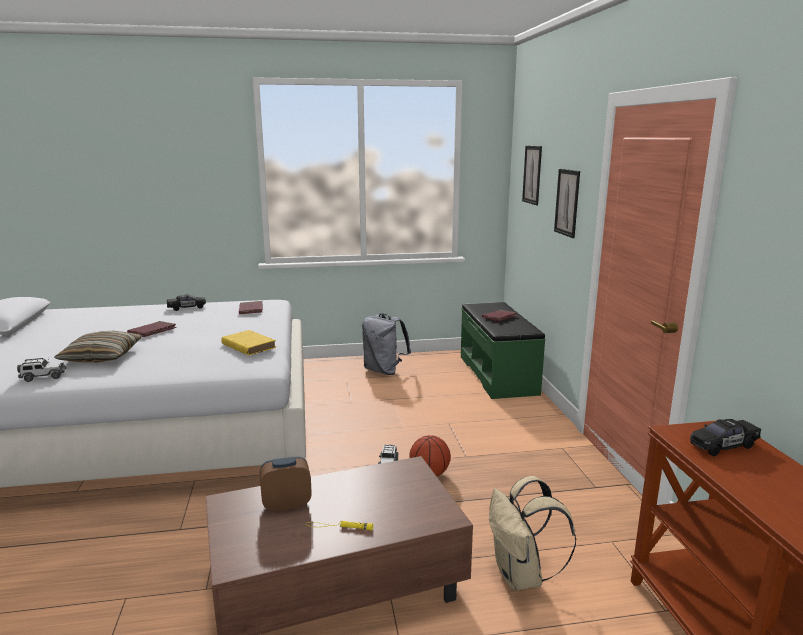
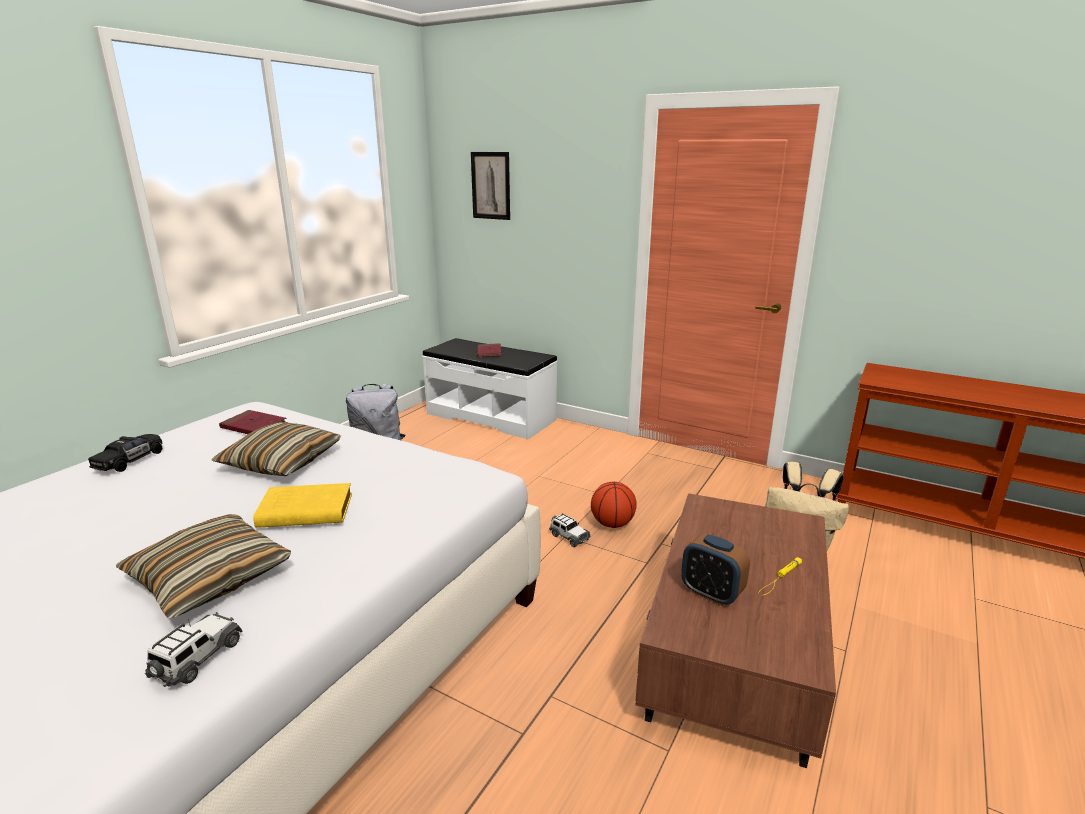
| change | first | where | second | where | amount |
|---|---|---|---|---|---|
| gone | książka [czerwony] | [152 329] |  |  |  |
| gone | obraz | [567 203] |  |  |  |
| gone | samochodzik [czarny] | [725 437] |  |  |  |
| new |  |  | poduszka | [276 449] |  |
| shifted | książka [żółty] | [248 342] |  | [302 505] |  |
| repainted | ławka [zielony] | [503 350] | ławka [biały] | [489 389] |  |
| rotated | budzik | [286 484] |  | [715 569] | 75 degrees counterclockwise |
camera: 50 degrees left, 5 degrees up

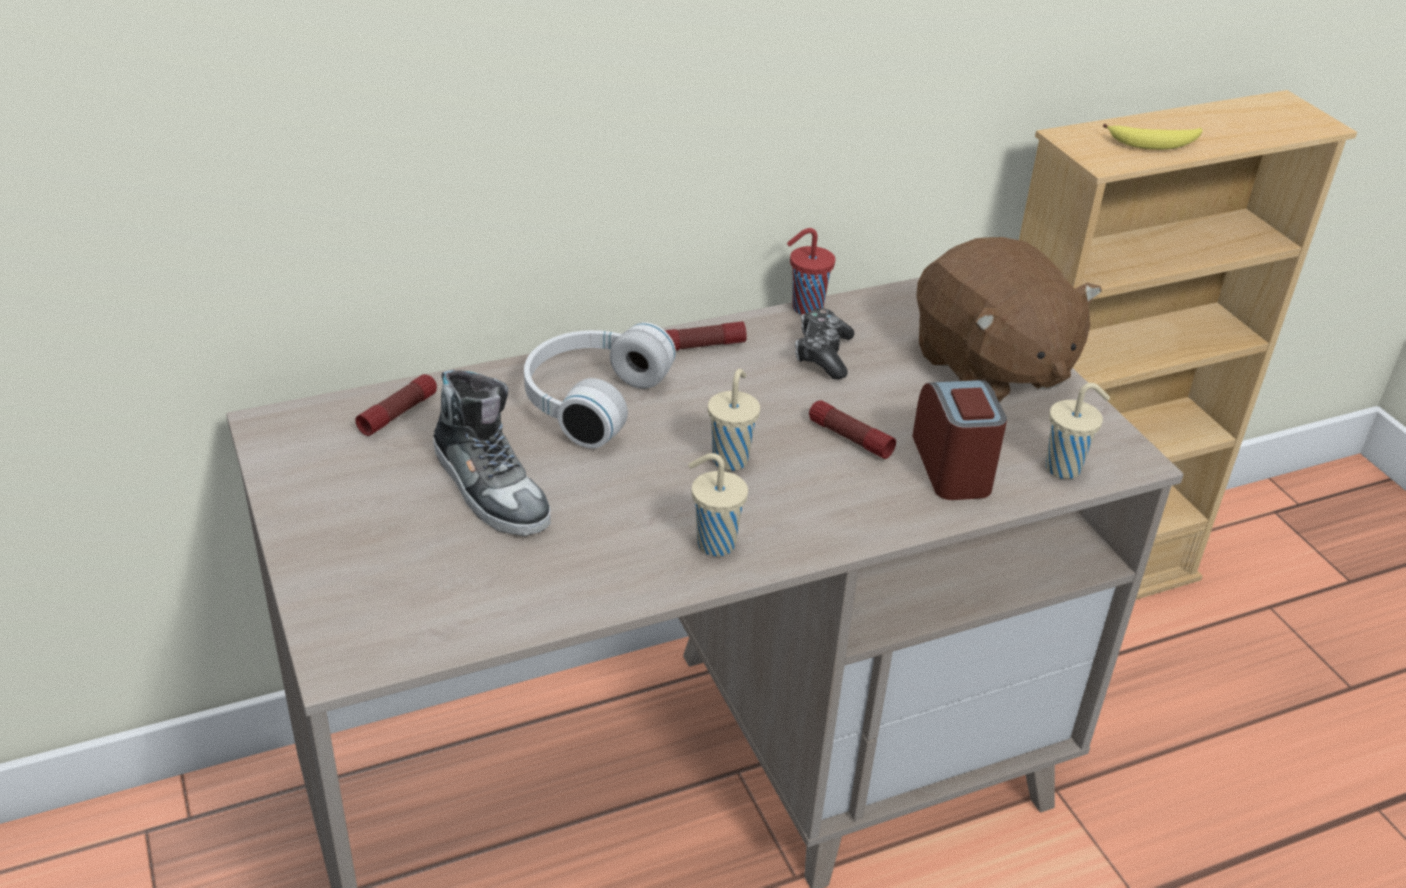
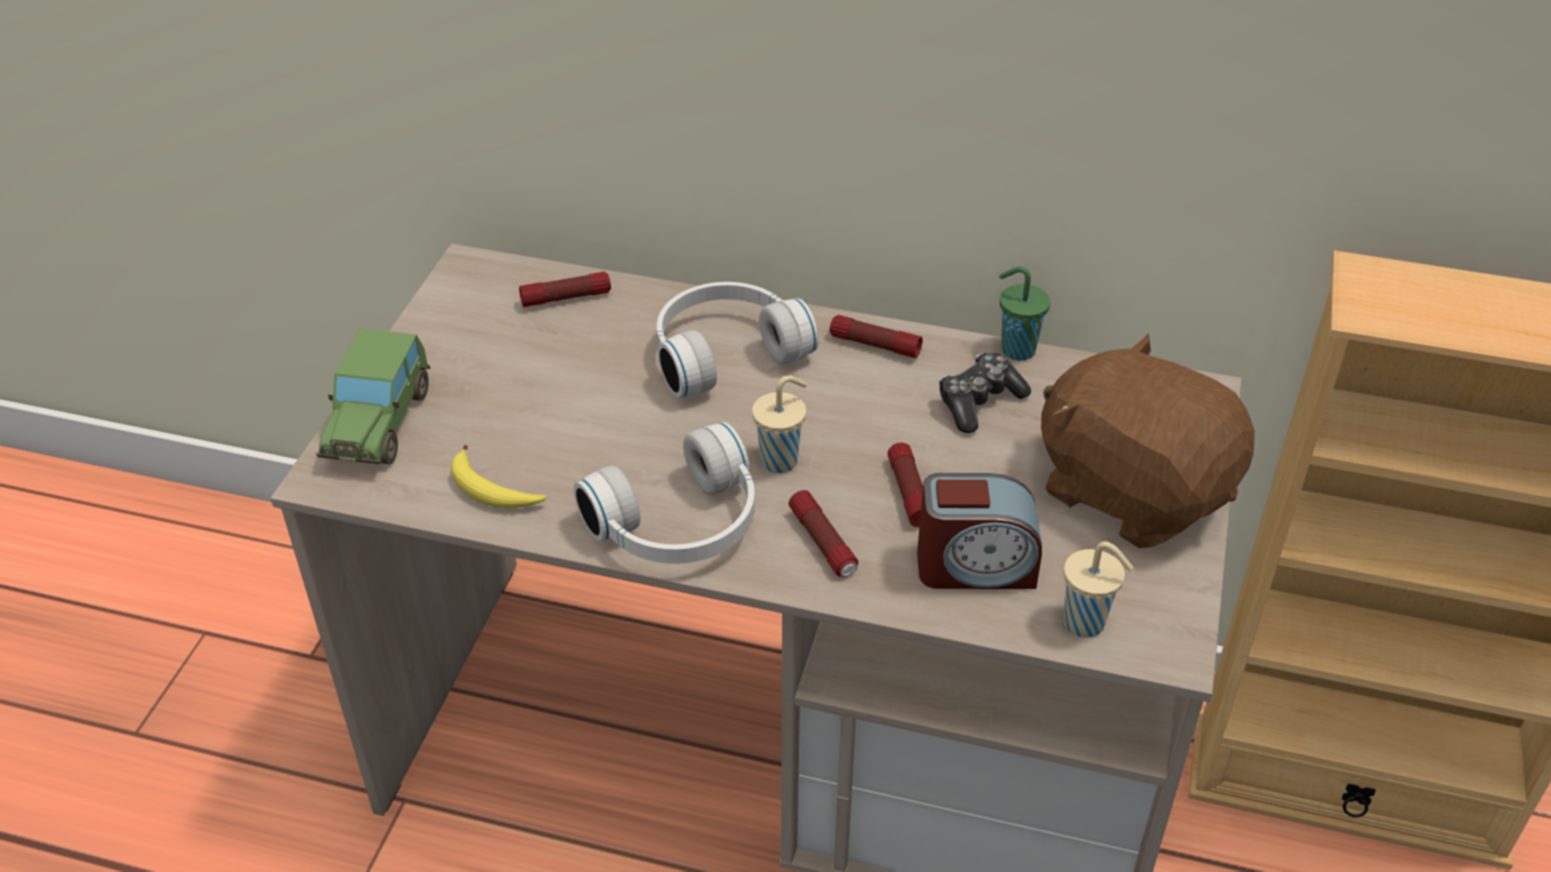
| change | first | where | second | where | amount |
|---|---|---|---|---|---|
| gone | but | [492 453] |  |  |  |
| new |  |  | samochodzik | [373 396] |  |
| new |  |  | latarka | [823 533] |  |
| shifted | banan | [1153 137] |  | [498 476] |  |
| swapped | filiżanka [beżowy] | [718 504] | słuchawki [biały] | [664 493] |  |
| repainted | filiżanka [czerwony] | [811 271] | filiżanka [zielony] | [1024 314] |  |
| rotated | budzik | [959 440] |  | [979 531] | 60 degrees clockwise |
| rotated | pluszak [brązowy] | [1009 319] |  | [1148 440] | 120 degrees clockwise |
camera: 40 degrees right, 5 degrees up

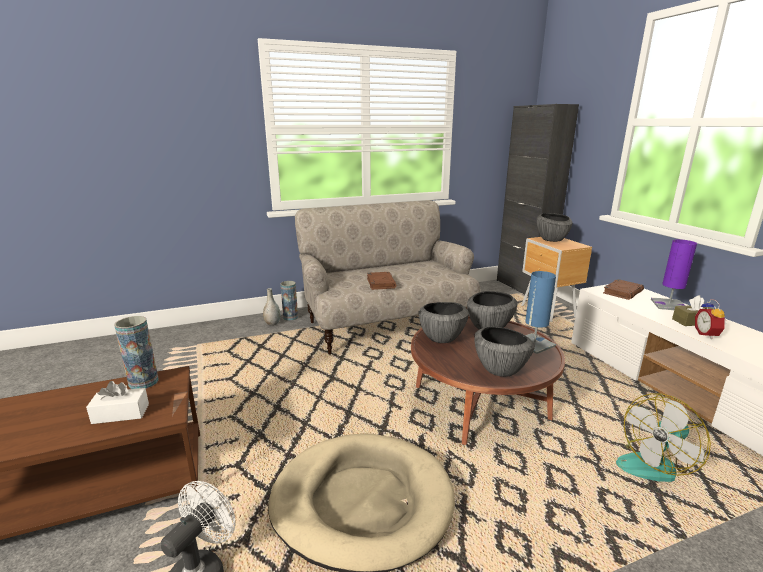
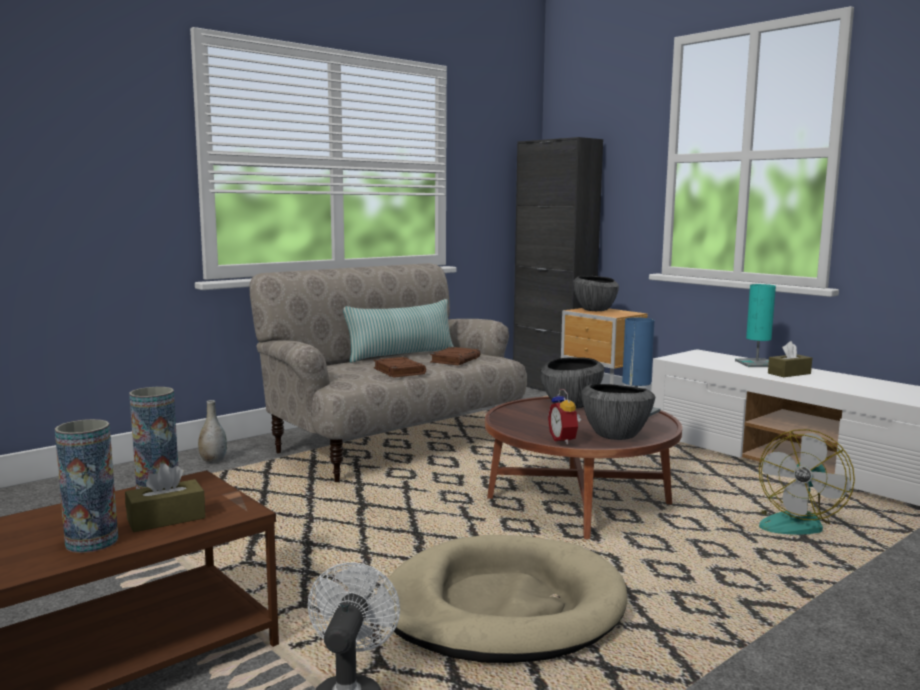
| change | first | where | second | where | amount |
|---|---|---|---|---|---|
| gone | miska | [444 322] |  |  |  |
| new |  |  | poduszka | [398 331] |  |
| shifted | wazon | [289 301] |  | [86 486] |  |
| shifted | książka [brązowy] | [623 289] |  | [455 356] |  |
| shifted | budzik | [710 319] |  | [564 417] |  |
| repainted | pudełko chusteczek [biały] | [117 402] | pudełko chusteczek [brązowy] | [165 497] |  |
| repainted | lampa stołowa [fioletowy] | [674 274] | lampa stołowa [turkusowy] | [755 325] |  |
camera: 20 degrees left, 10 degrees down

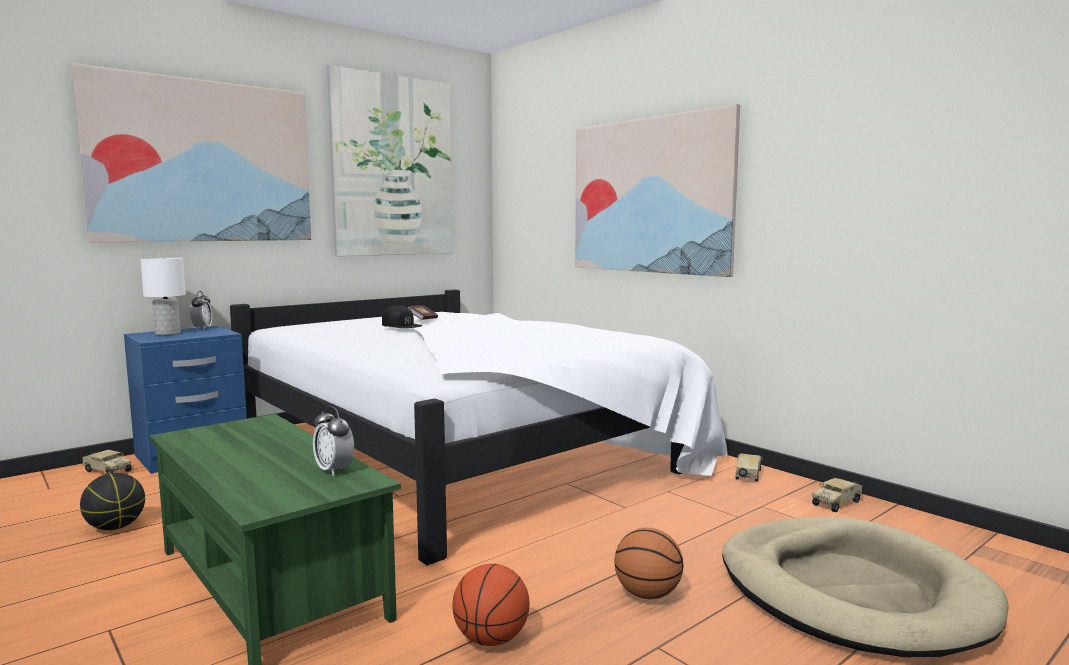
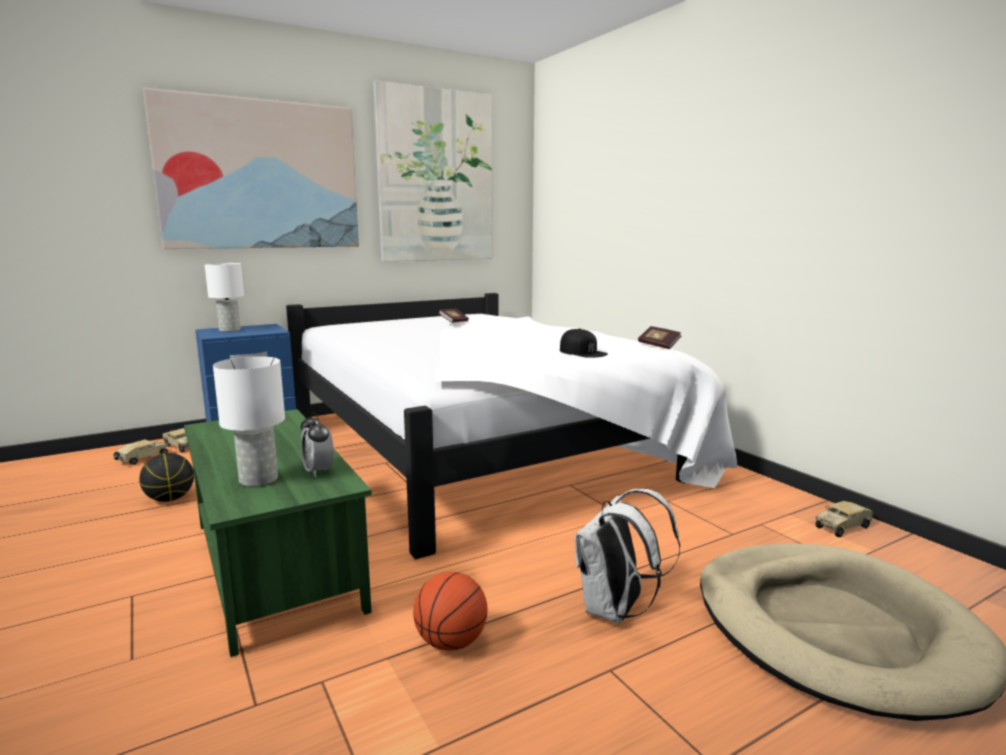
| change | first | where | second | where | amount |
|---|---|---|---|---|---|
| gone | budzik | [201 310] |  |  |  |
| gone | obraz | [657 190] |  |  |  |
| new |  |  | lampa stołowa [biały] | [249 421] |  |
| new |  |  | książka | [659 337] |  |
| shifted | czapka z daszkiem [czarny] | [402 316] |  | [584 343] |  |
| shifted | ciężarówka zabawkowa | [749 467] |  | [140 452] |  |
| swapped | piłka do koszykówki | [649 563] | plecak [biały] | [627 556] |  |
camera: 10 degrees right, 5 degrees up

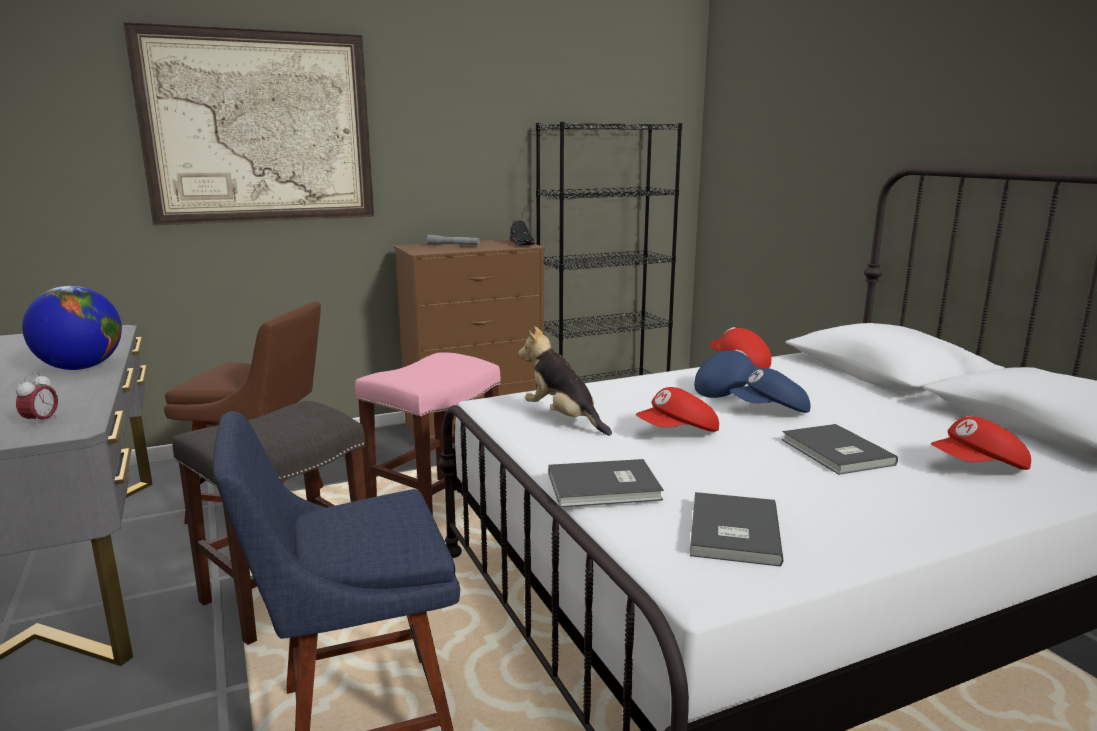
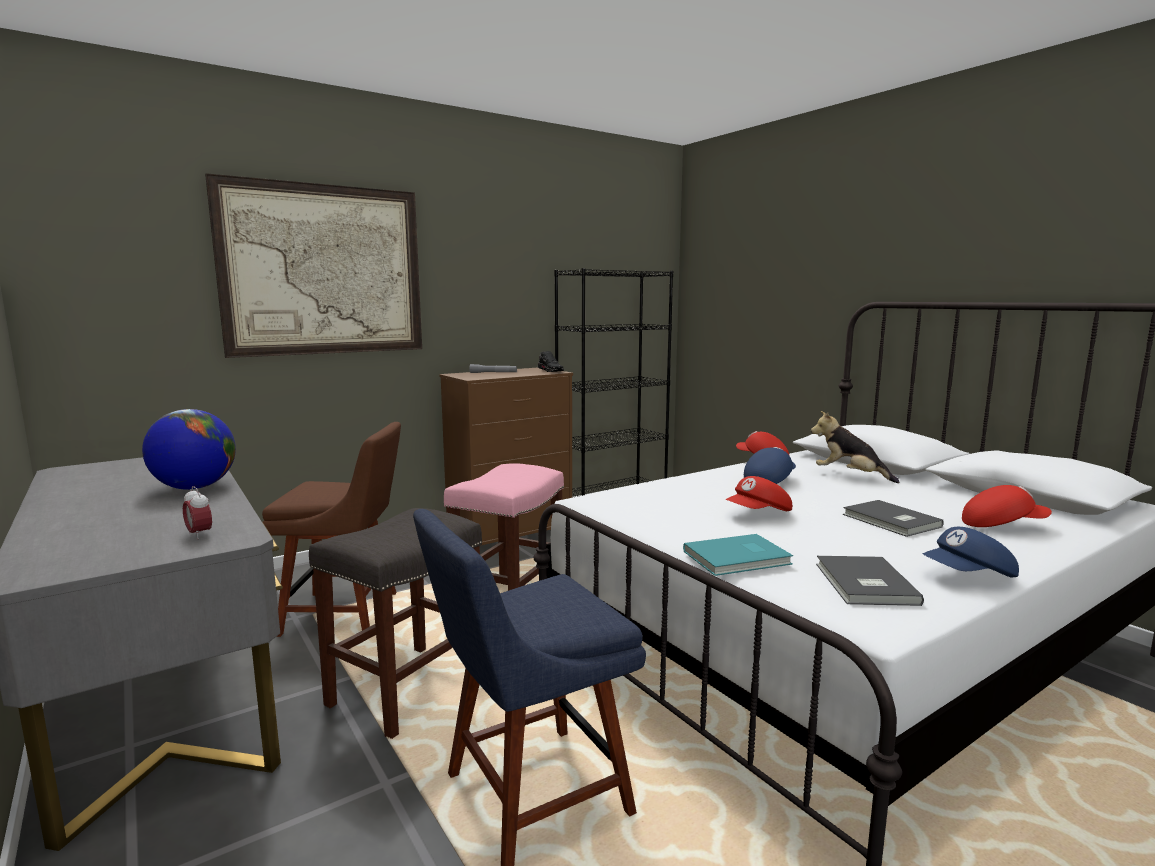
| change | first | where | second | where | amount |
|---|---|---|---|---|---|
| shifted | pluszak | [565 381] |  | [855 447] |  |
| shifted | czapka z daszkiem [niebieski] | [770 390] |  | [971 552] |  |
| repainted | książka [szary] | [606 483] | książka [turkusowy] | [738 555] |  |
| rotated | budzik | [37 399] |  | [197 512] | 135 degrees clockwise |
| rotated | czapka z daszkiem [czerwony] | [981 443] |  | [1007 506] | 150 degrees counterclockwise |
camera: 10 degrees left, 5 degrees down

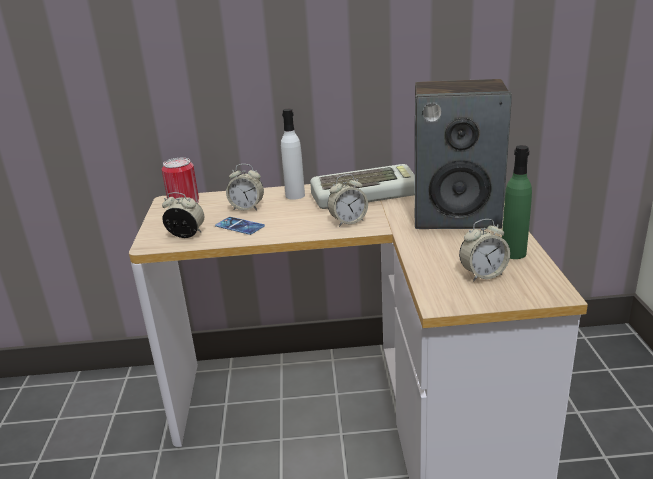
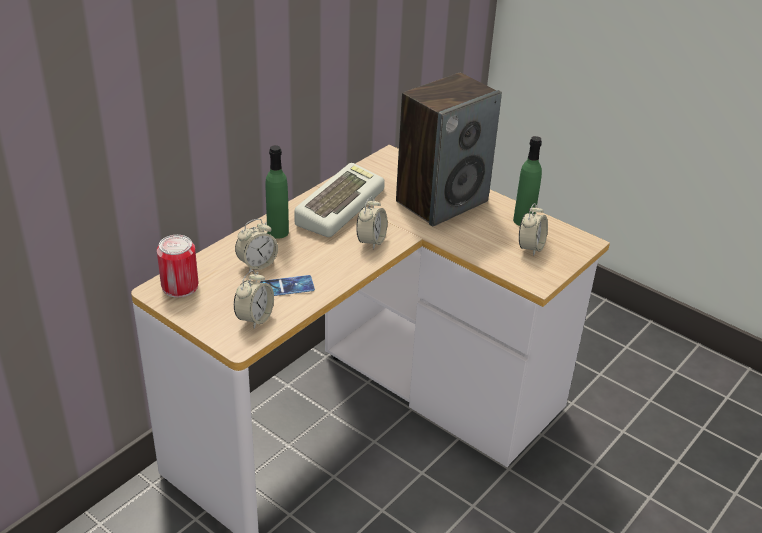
| change | first | where | second | where | amount |
|---|---|---|---|---|---|
| repainted | butelka [biały] | [293 154] | butelka [zielony] | [277 192] |  |
| rotated | budzik | [183 215] |  | [254 299] | 150 degrees clockwise |
camera: 50 degrees left, 10 degrees up

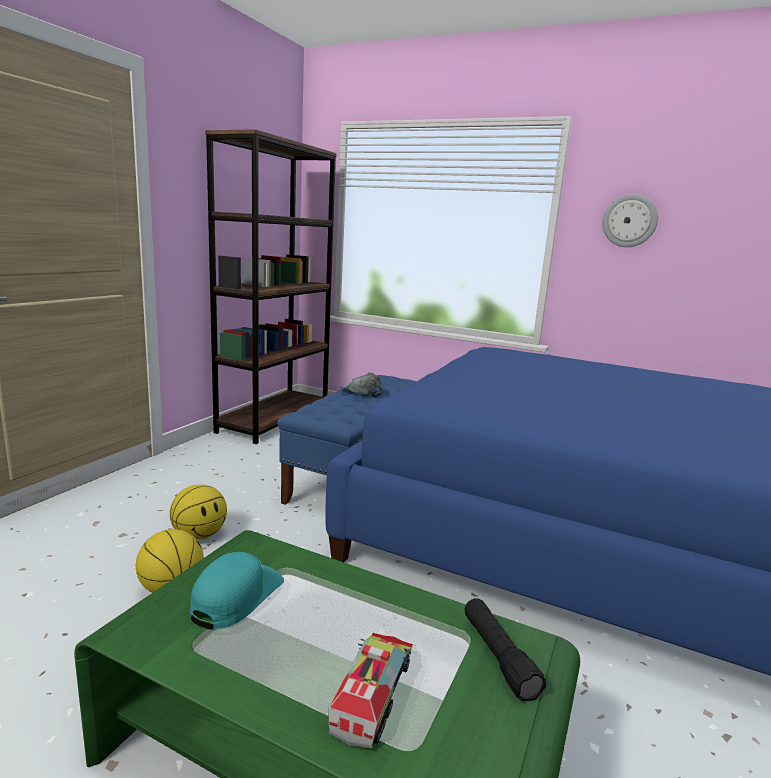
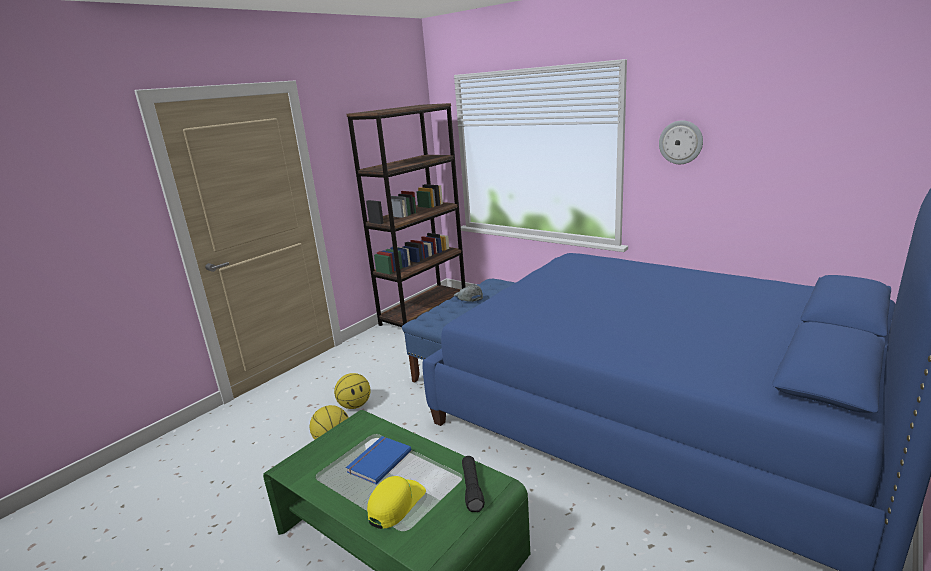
| change | first | where | second | where | amount |
|---|---|---|---|---|---|
| gone | czapka z daszkiem [turkusowy] | [237 590] |  |  |  |
| new |  |  | książka [niebieski] | [378 460] |  |
| swapped | ciężarówka zabawkowa | [371 690] | czapka z daszkiem [żółty] | [396 502] |  |
camera: 15 degrees right, 5 degrees up

